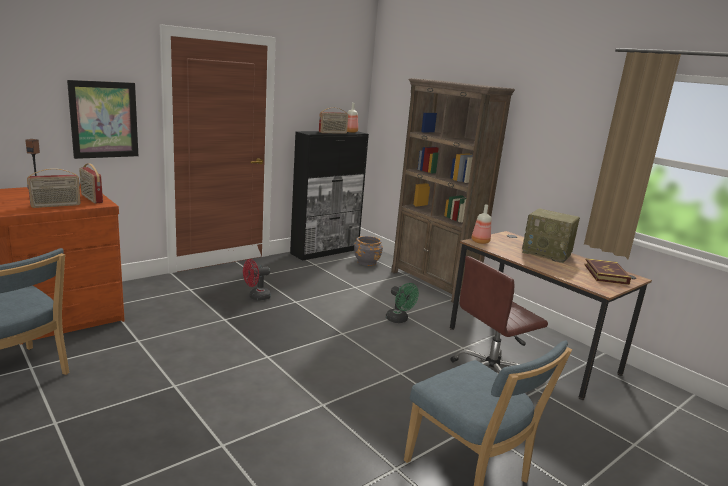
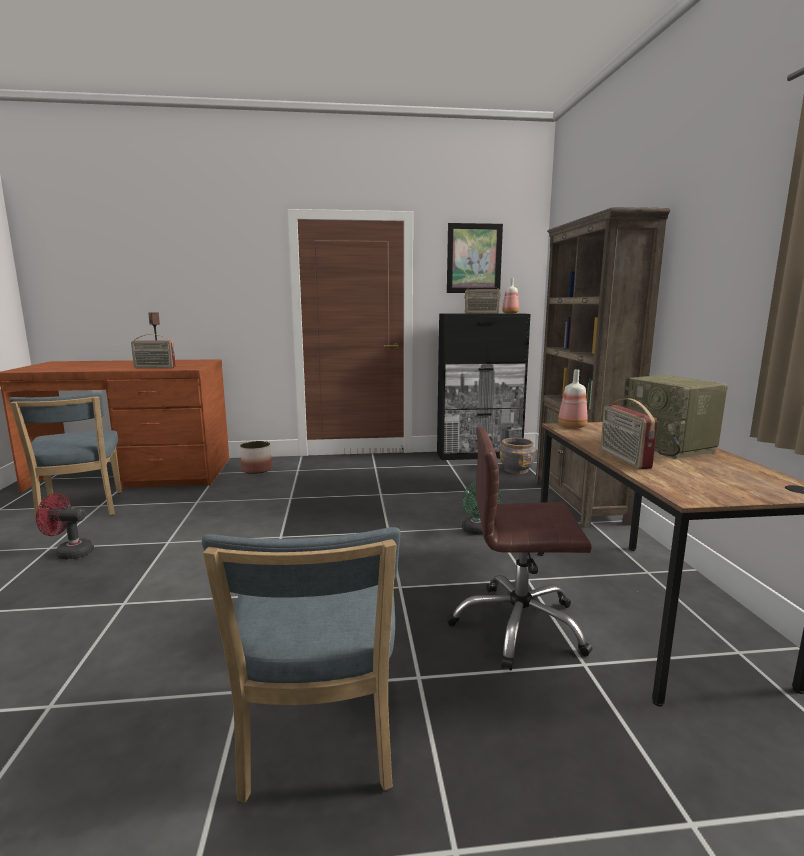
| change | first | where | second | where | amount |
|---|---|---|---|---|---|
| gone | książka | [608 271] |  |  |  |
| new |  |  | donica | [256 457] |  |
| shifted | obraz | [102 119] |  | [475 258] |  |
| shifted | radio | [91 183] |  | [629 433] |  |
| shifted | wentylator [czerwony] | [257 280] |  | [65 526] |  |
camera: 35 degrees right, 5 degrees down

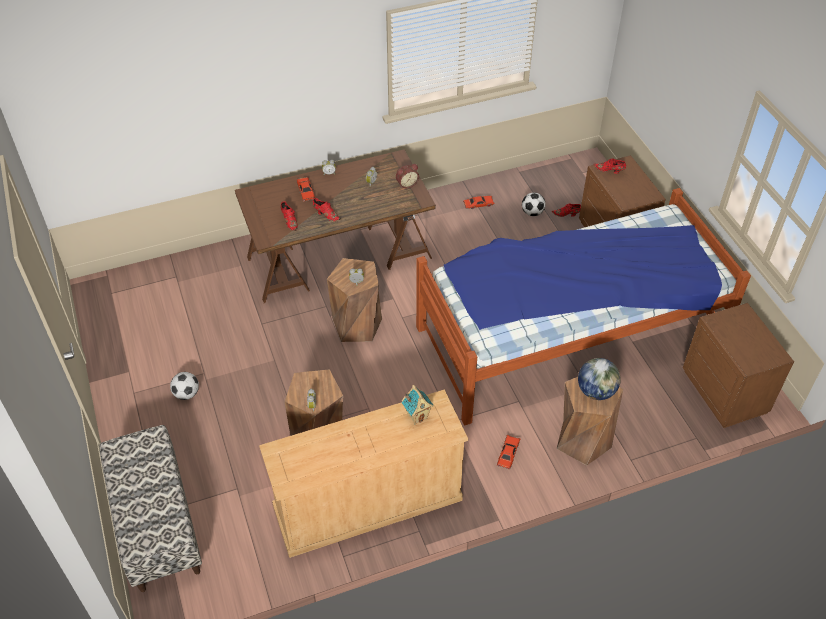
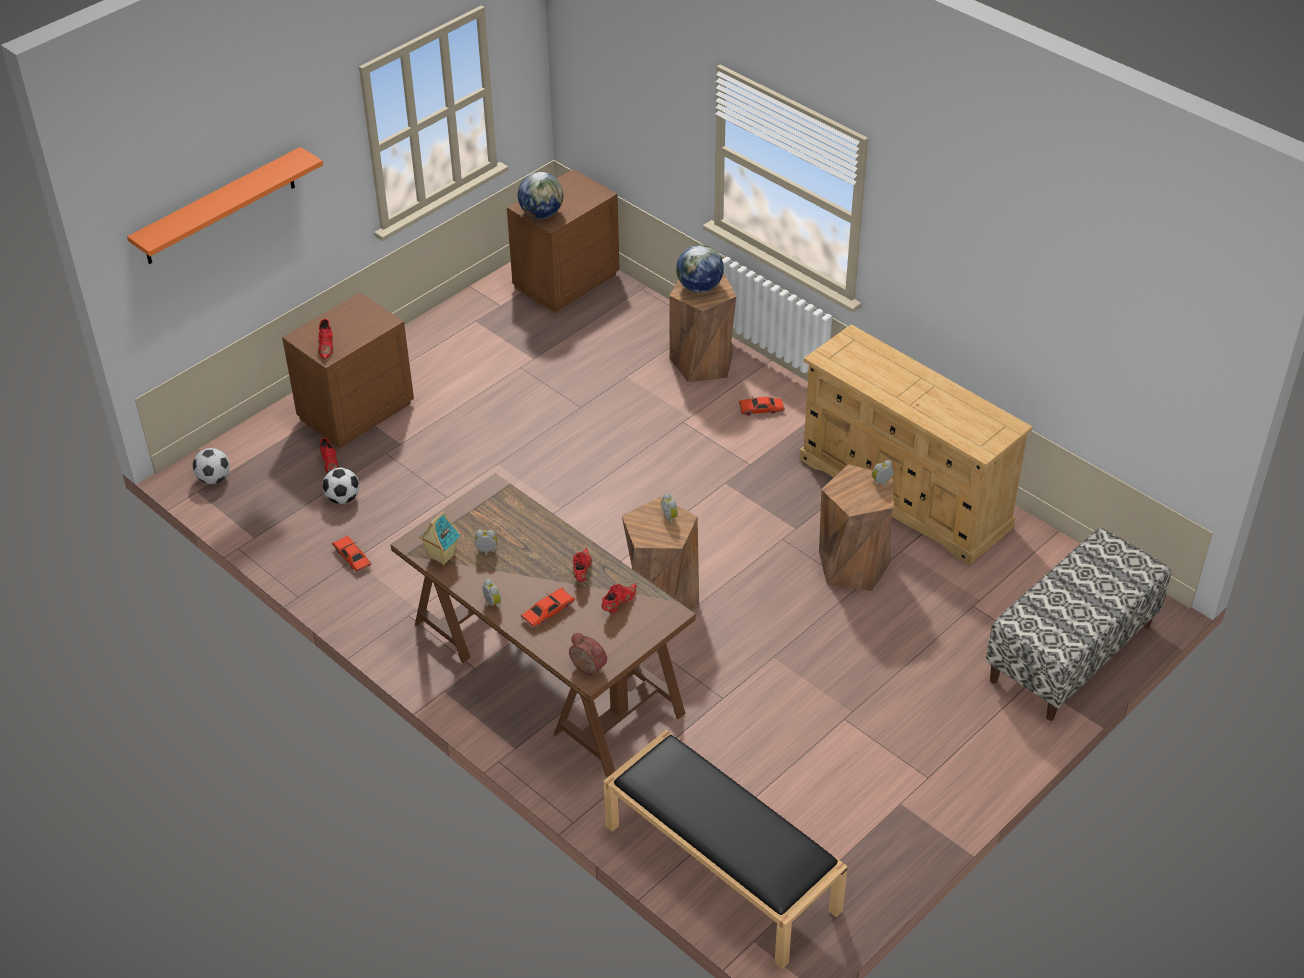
| change | first | where | second | where | amount |
|---|---|---|---|---|---|
| gone | łóżko | [583 307] |  |  |  |
| new |  |  | półka [pomarańczowy] | [225 205] |  |
| new |  |  | globus | [540 195] |  |
| new |  |  | ławka [czarny] | [725 849] |  |
| shifted | piłka futbolowa | [184 386] |  | [211 466] |  |
| shifted | budzik | [407 176] |  | [588 654] |  |
| shifted | domek | [417 405] |  | [440 537] |  |
camera: 115 degrees left, 5 degrees down

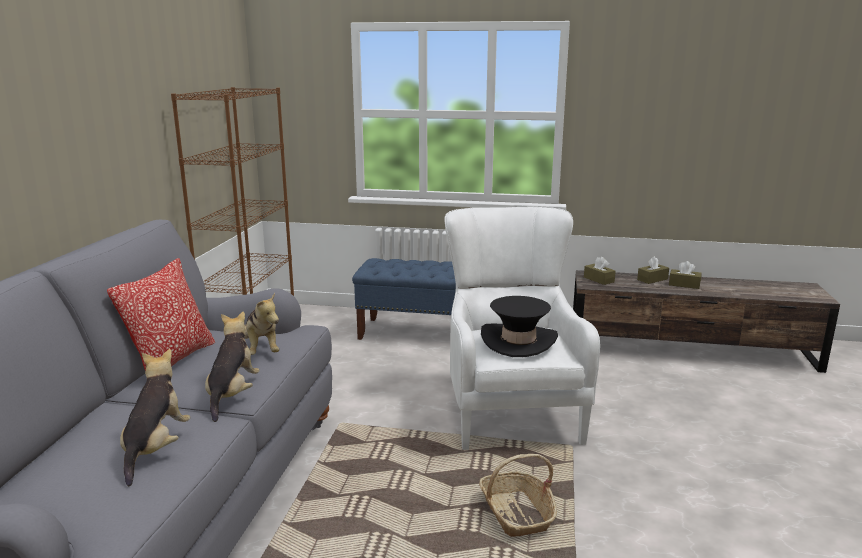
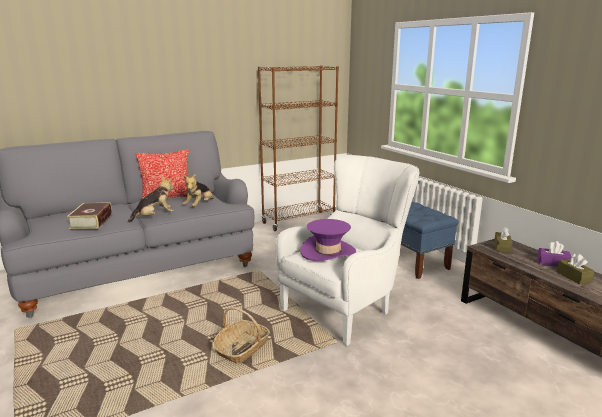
| change | first | where | second | where | amount |
|---|---|---|---|---|---|
| swapped | pluszak | [155 417] | książka | [89 215] |  |
| repainted | kapelusz [czarny] | [519 326] | kapelusz [fioletowy] | [328 240] |  |
| repainted | pudełko chusteczek [brązowy] | [653 270] | pudełko chusteczek [fioletowy] | [554 254] |  |
camera: 50 degrees right, 0 degrees up

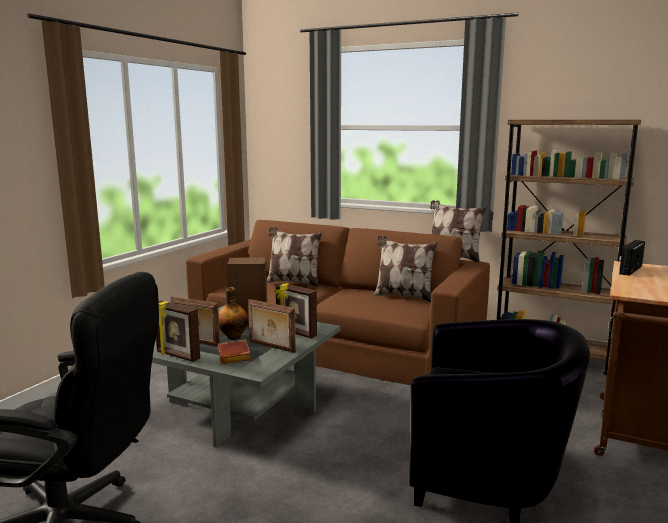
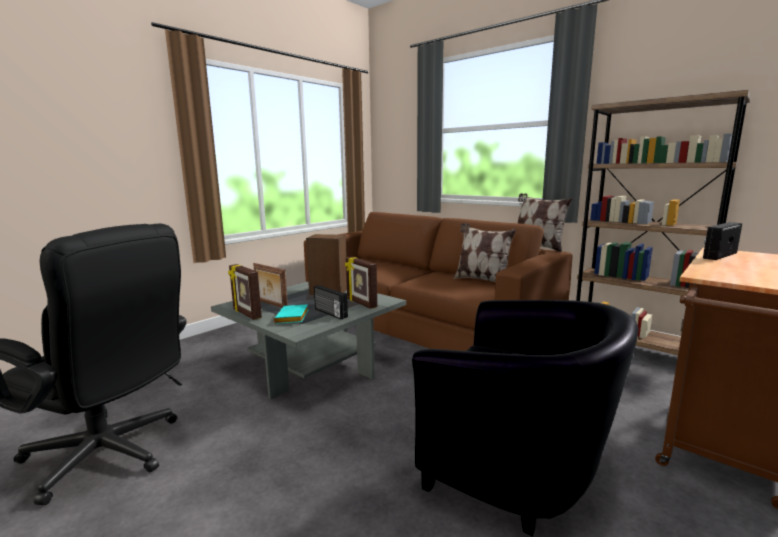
| change | first | where | second | where | amount |
|---|---|---|---|---|---|
| gone | butelka | [234 313] |  |  |  |
| gone | poduszka | [294 257] |  |  |  |
| swapped | ramka na zdjęcie | [272 326] | radio | [331 302] |  |
| repainted | książka [brązowy] | [234 352] | książka [turkusowy] | [291 314] |  |
camera: 15 degrees right, 0 degrees up

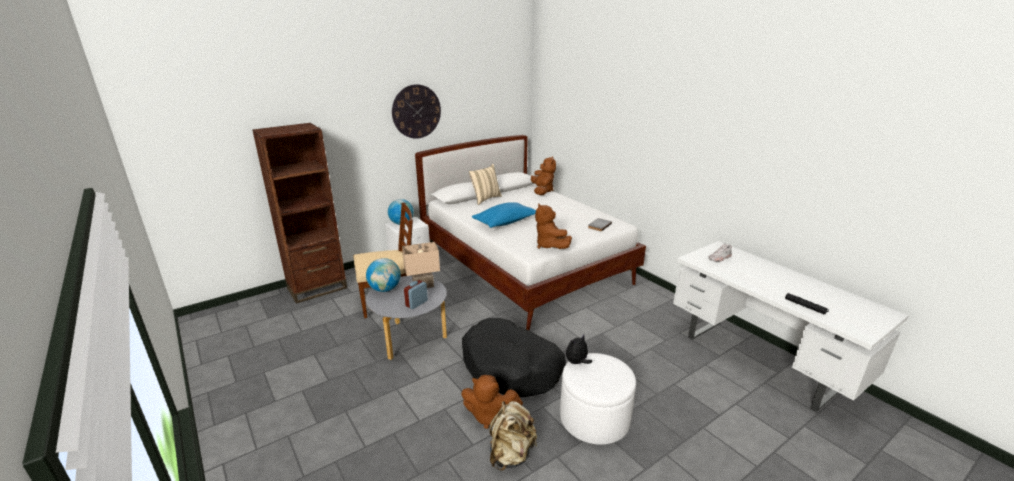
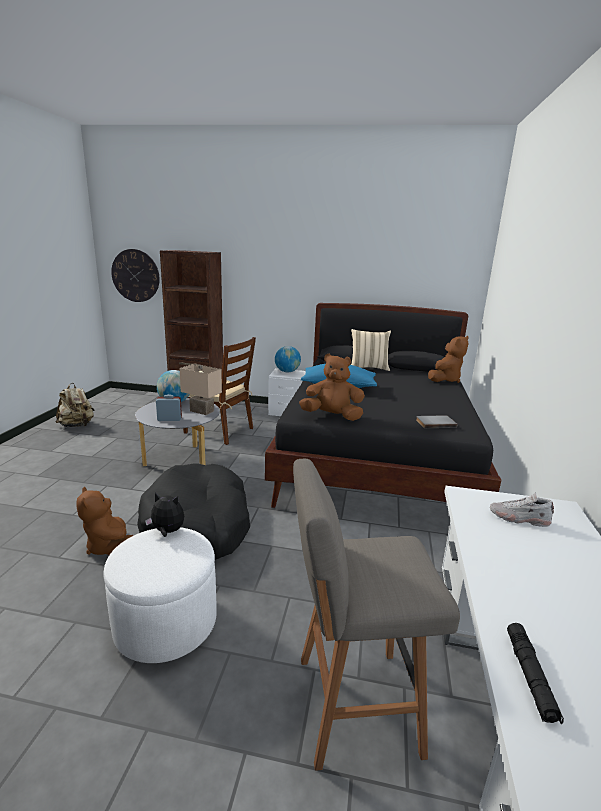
| change | first | where | second | where | amount |
|---|---|---|---|---|---|
| new |  |  | stołek [szary] | [376 615] |  |
| shifted | zegar ścienny | [416 111] |  | [135 275] |  |
| shifted | plecak [beżowy] | [513 436] |  | [74 405] |  |
| repainted | łóżko [biały] | [530 232] | łóżko [czarny] | [383 405] |  |
| rotated | pluszak [brązowy] | [553 226] |  | [332 387] | 75 degrees clockwise |
camera: 45 degrees right, 5 degrees down

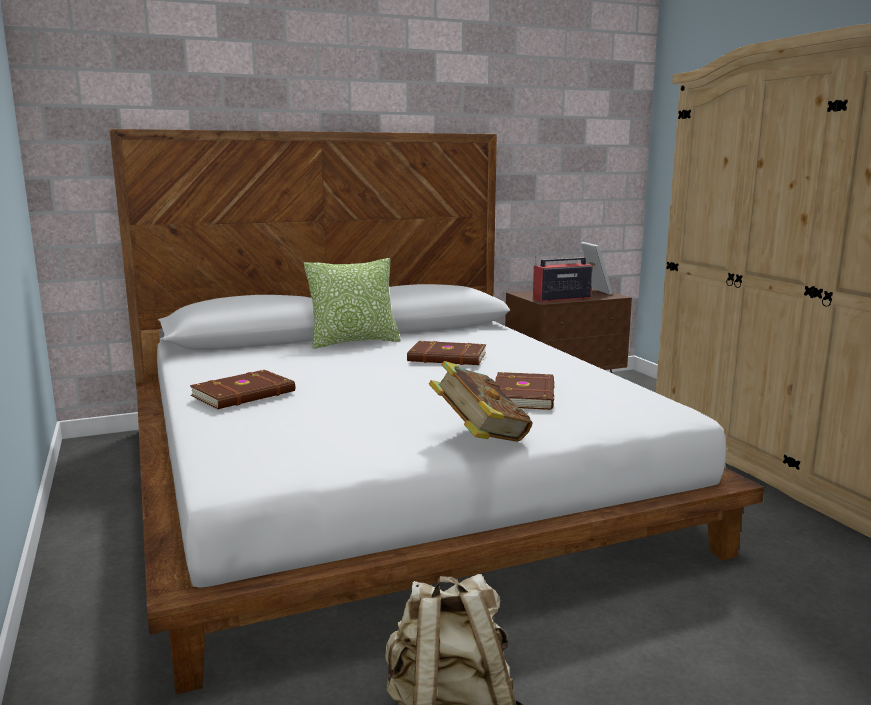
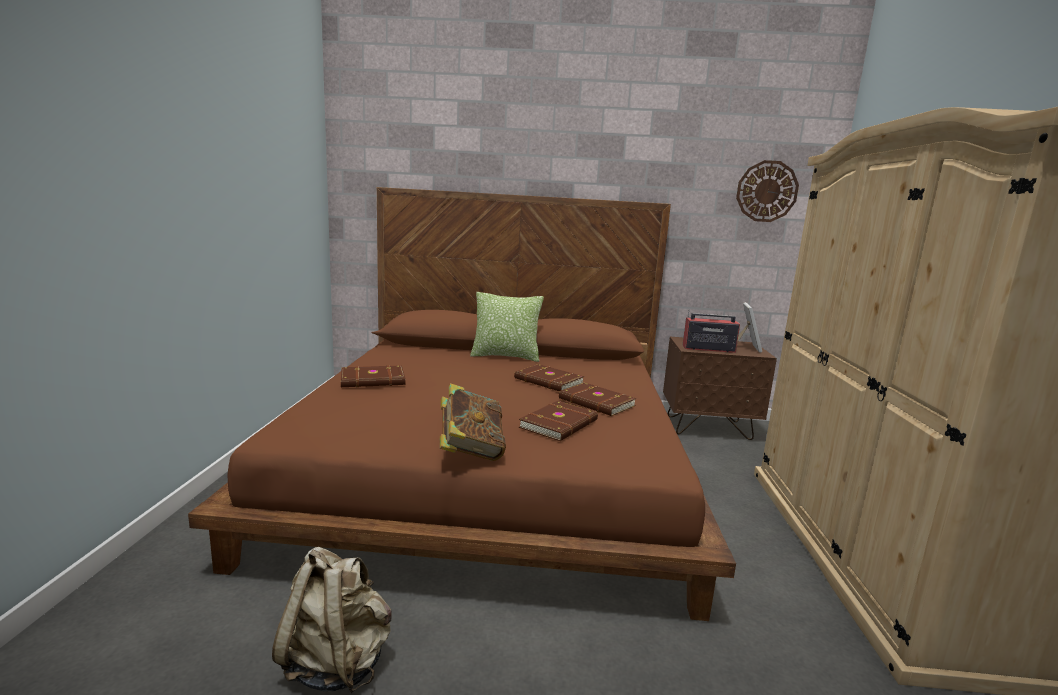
| change | first | where | second | where | amount |
|---|---|---|---|---|---|
| new |  |  | książka [brązowy] | [597 399] |  |
| new |  |  | zegar ścienny | [767 191] |  |
| repainted | łóżko [biały] | [436 411] | łóżko [brązowy] | [462 404] |  |
camera: 25 degrees right, 0 degrees up

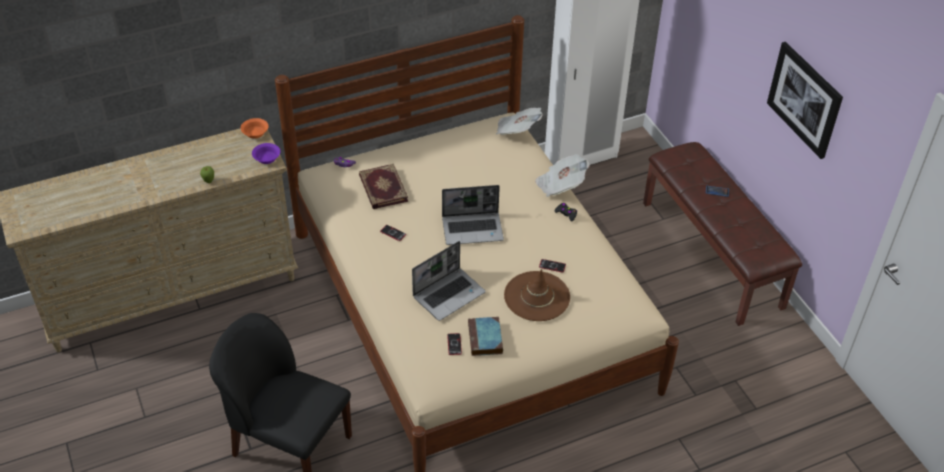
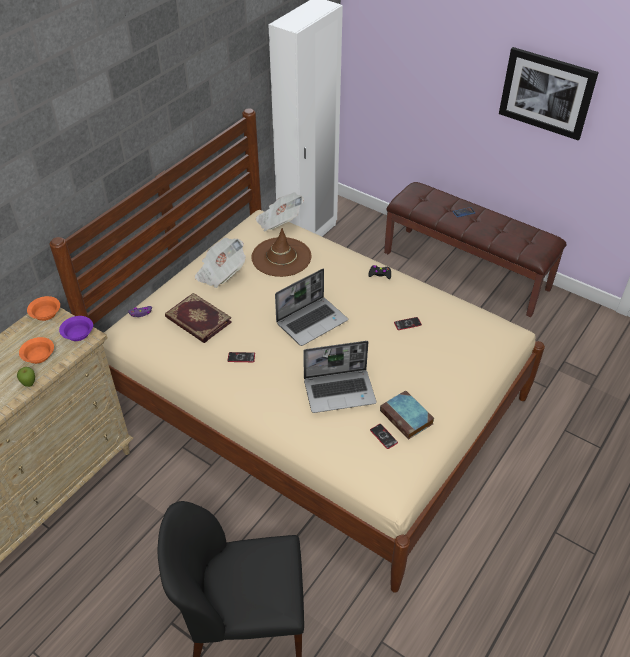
| change | first | where | second | where | amount |
|---|---|---|---|---|---|
| new |  |  | miska [pomarańczowy] | [36 350] |  |
| shifted | kapelusz [brązowy] | [537 295] |  | [281 252] |  |
| shifted | gazeta | [562 175] |  | [220 263] |  |
| rotated | laptop | [448 281] |  | [339 377] | 60 degrees clockwise |
camera: 30 degrees left, 0 degrees up

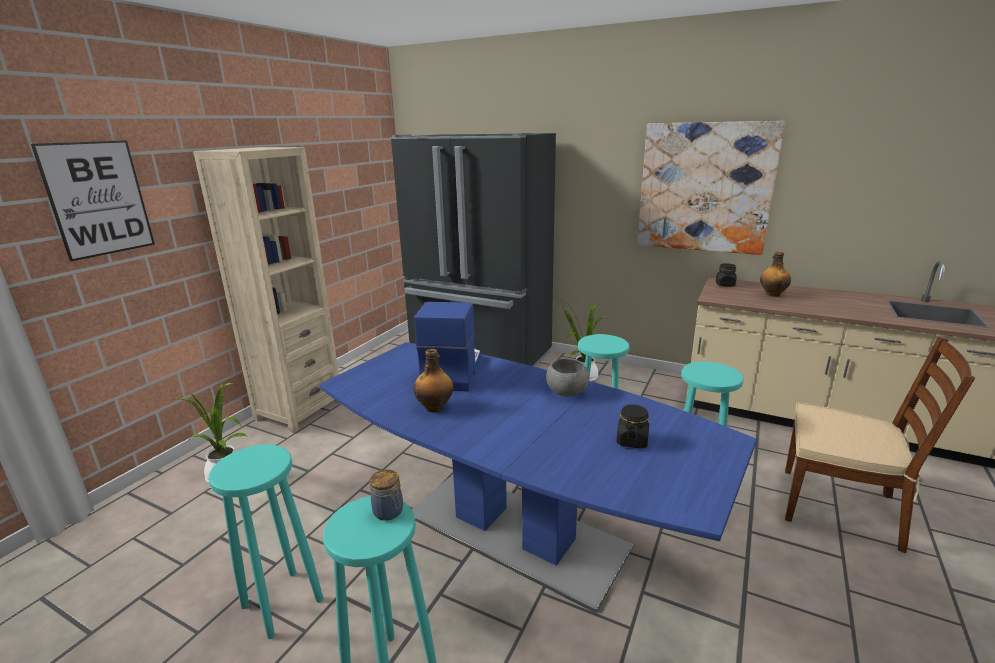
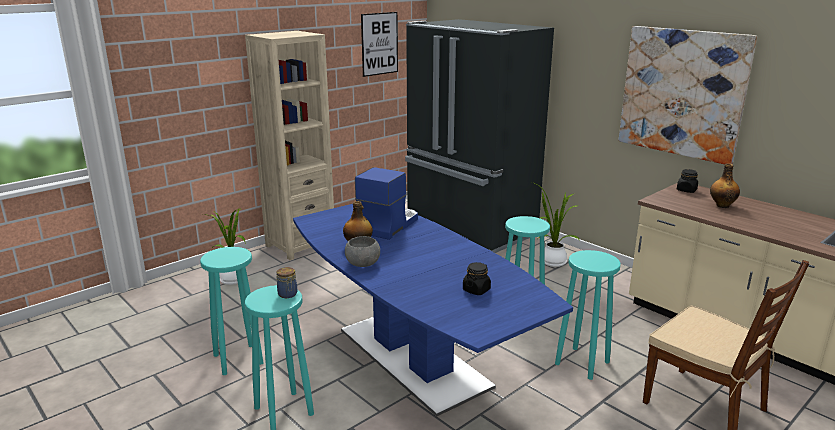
| change | first | where | second | where | amount |
|---|---|---|---|---|---|
| shifted | obraz | [93 200] |  | [379 44] |  |
| shifted | miska [szary] | [567 377] |  | [362 251] |  |
camera: 20 degrees right, 0 degrees up

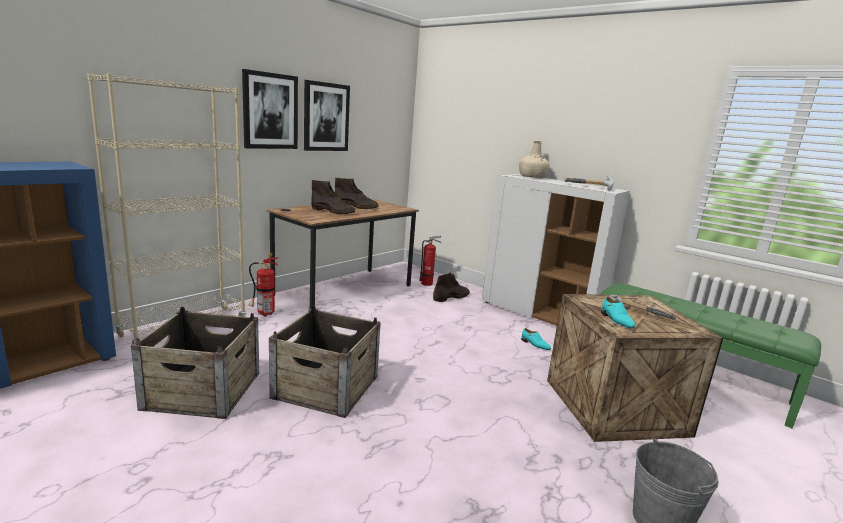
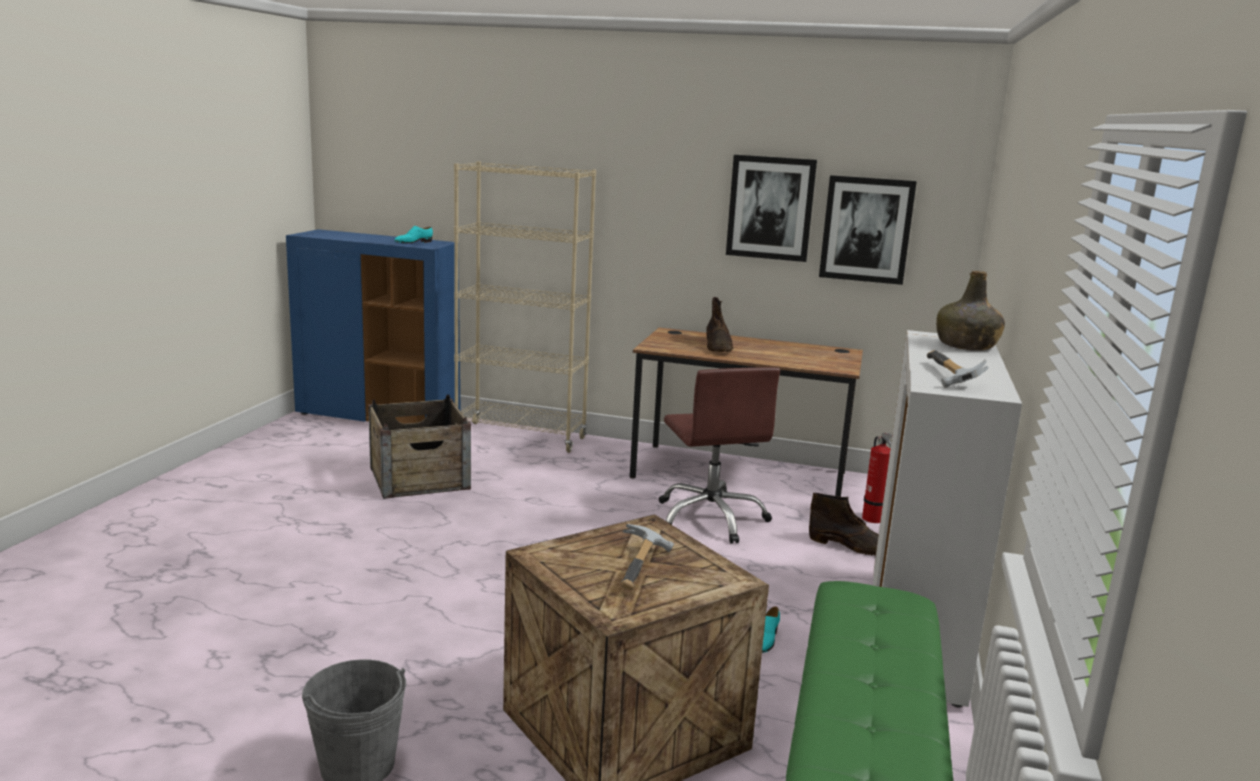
| change | first | where | second | where | amount |
|---|---|---|---|---|---|
| gone | gaśnica | [263 284] |  |  |  |
| gone | skrzynka | [325 361] |  |  |  |
| gone | but z cholewką [brązowy] | [357 193] |  |  |  |
| new |  |  | krzesło biurowe [brązowy] | [719 455] |  |
| shifted | obraz | [270 109] |  | [868 230] |  |
| shifted | but [turkusowy] | [618 312] |  | [413 234] |  |
| repainted | butelka [beżowy] | [534 159] | butelka [zielony] | [970 311] |  |
camera: 65 degrees right, 0 degrees up

